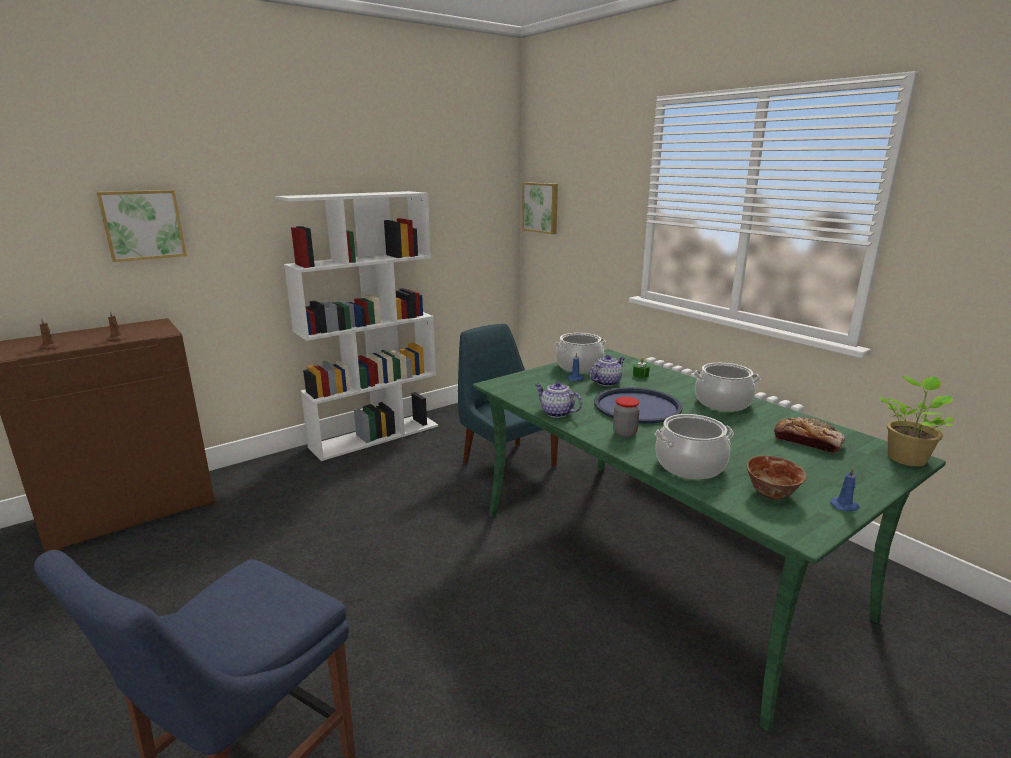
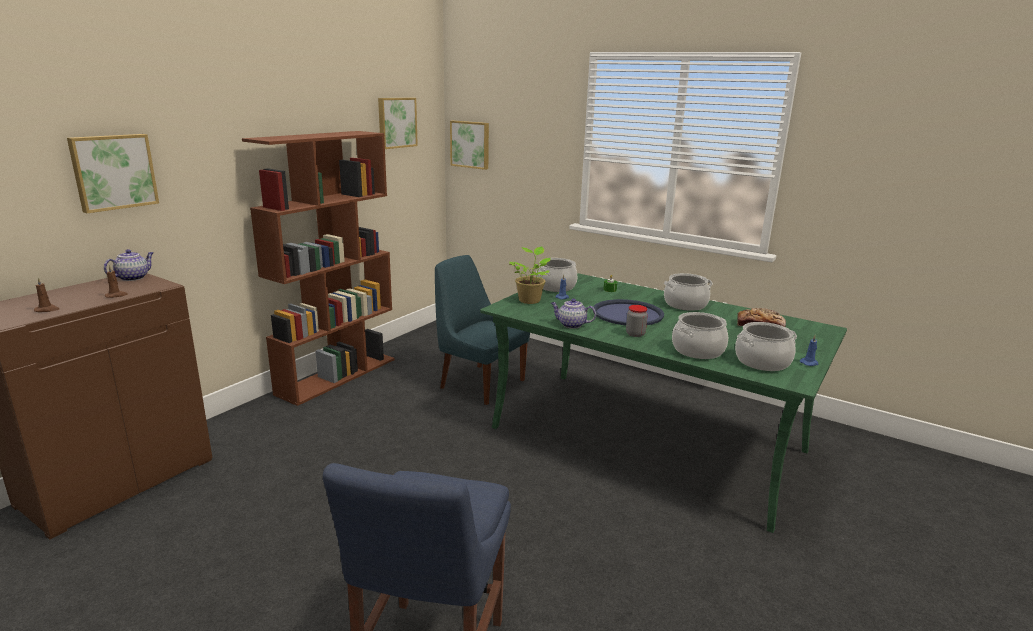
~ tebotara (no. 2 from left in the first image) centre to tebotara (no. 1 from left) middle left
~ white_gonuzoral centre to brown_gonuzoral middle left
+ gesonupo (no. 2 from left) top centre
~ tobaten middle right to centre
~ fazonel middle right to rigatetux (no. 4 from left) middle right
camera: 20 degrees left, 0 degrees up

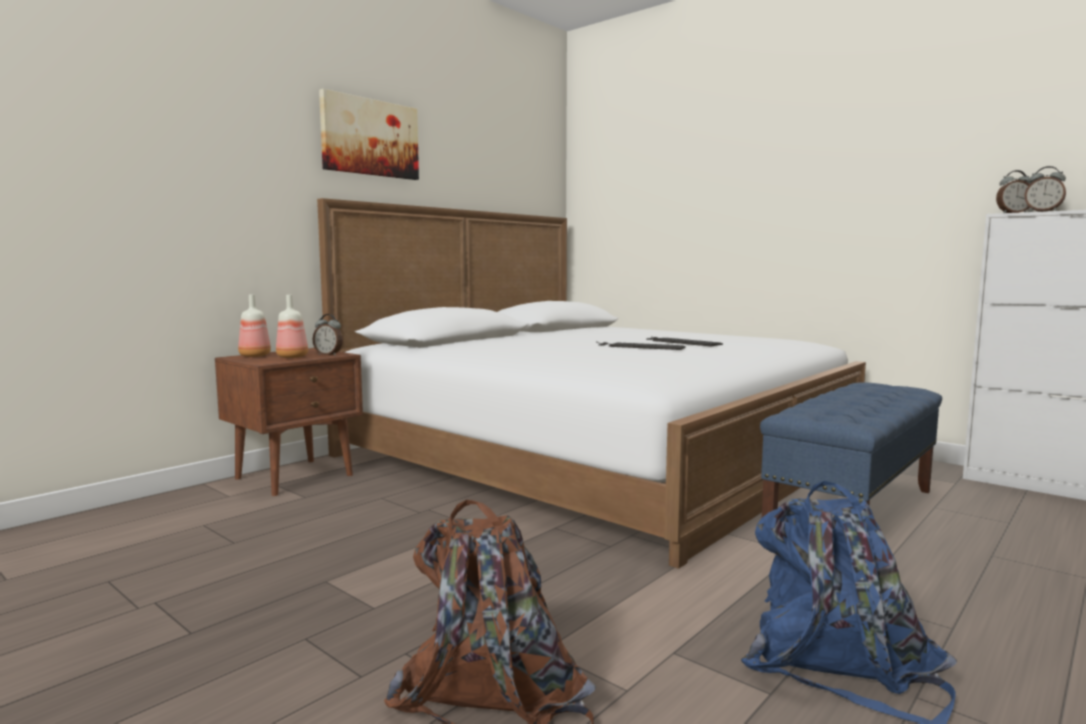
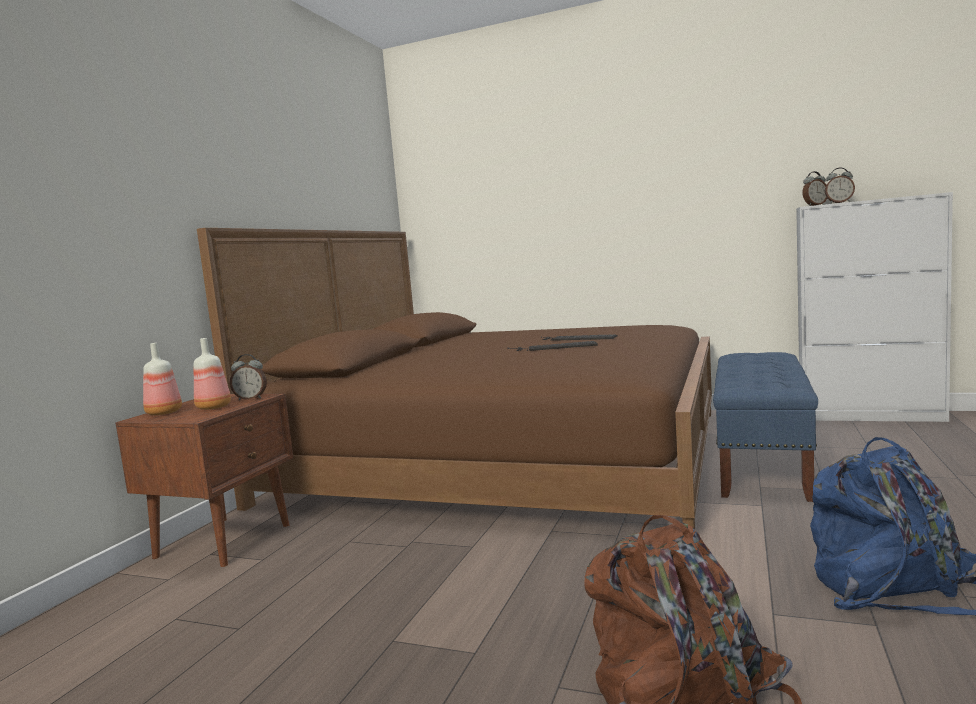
~ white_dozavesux centre to brown_dozavesux centre
- gesonupo top centre
camera: 20 degrees left, 0 degrees up

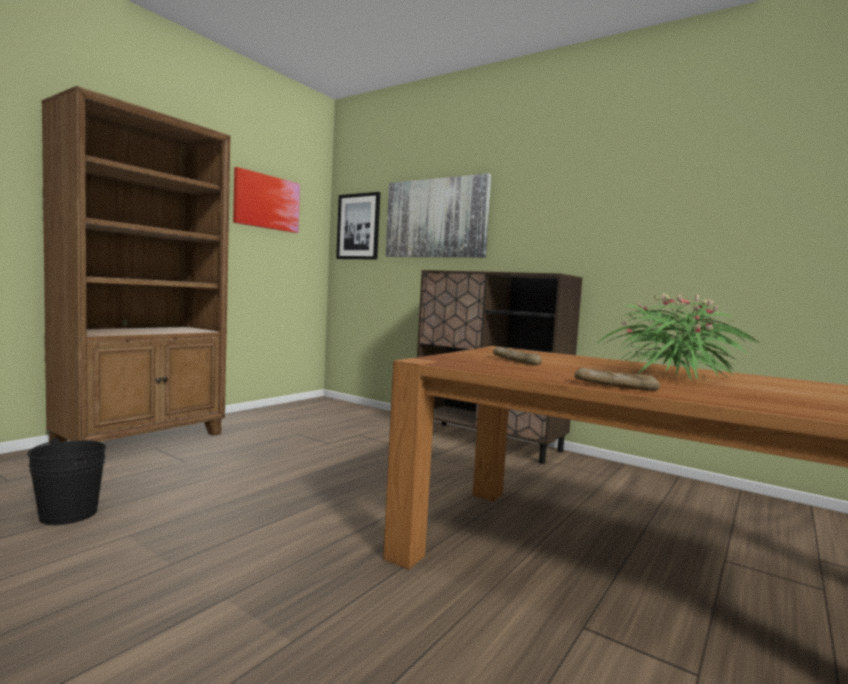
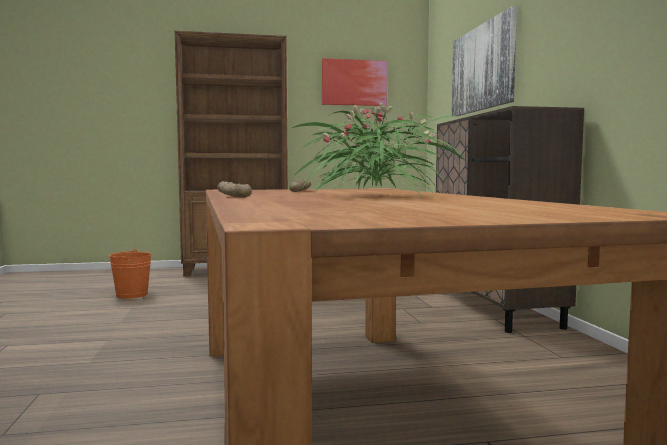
~ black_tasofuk bottom left to orange_tasofuk middle left
- gesonupo (no. 2 from left) top centre
camera: 45 degrees right, 0 degrees up

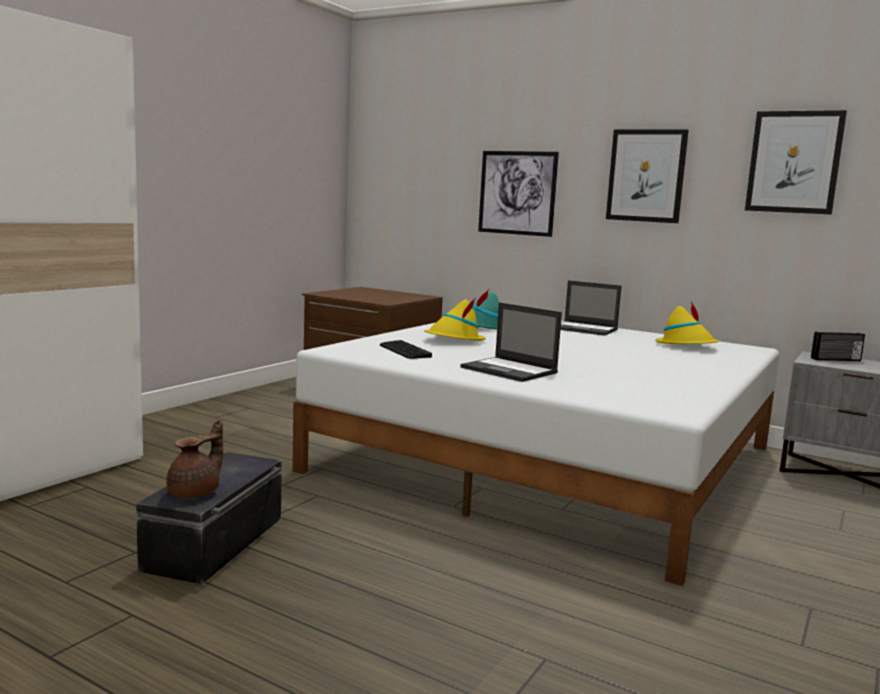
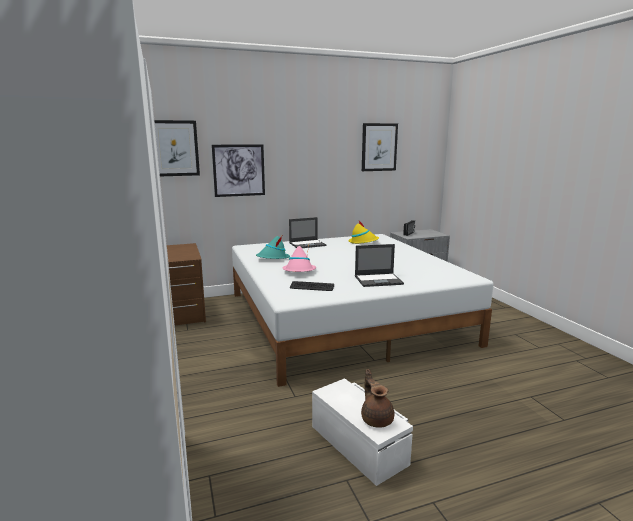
~ gesonupo (no. 2 from left in the first image) top right to gesonupo (no. 1 from left) top left
~ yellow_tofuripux (no. 1 from left) centre to pink_tofuripux centre
~ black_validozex bottom left to white_validozex bottom centre
camera: 50 degrees left, 5 degrees up

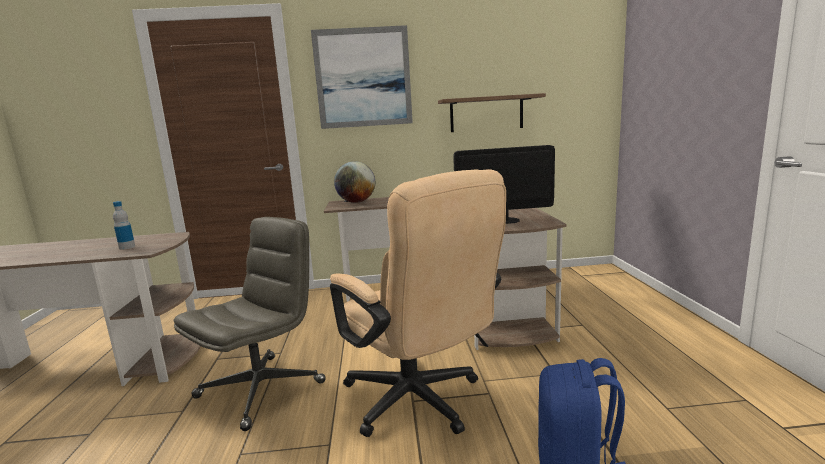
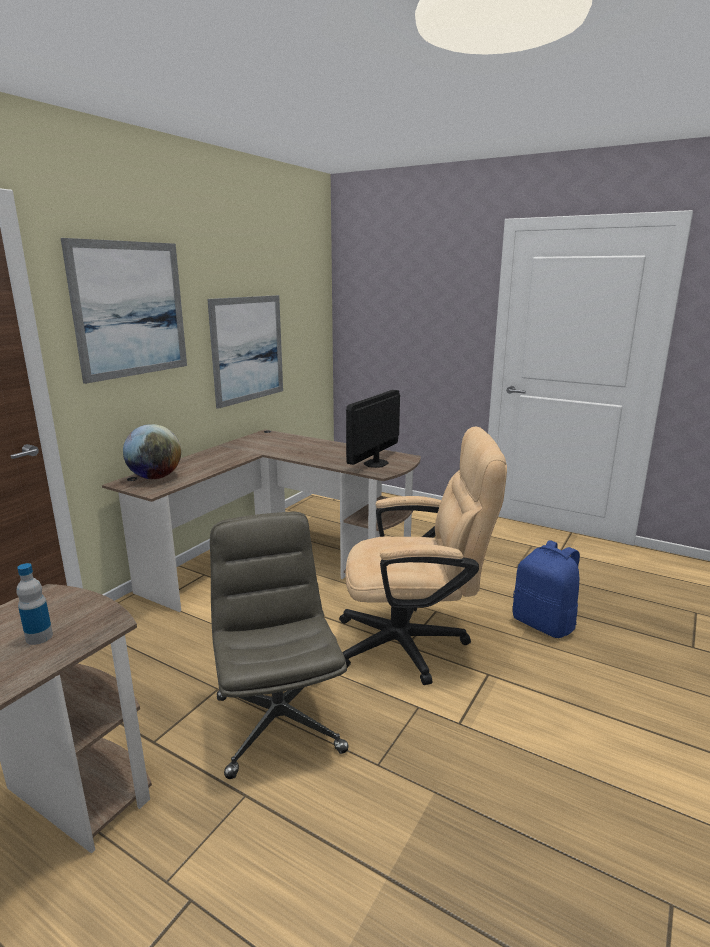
~ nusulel top centre to gesonupo (no. 2 from left) centre
camera: 55 degrees left, 5 degrees up

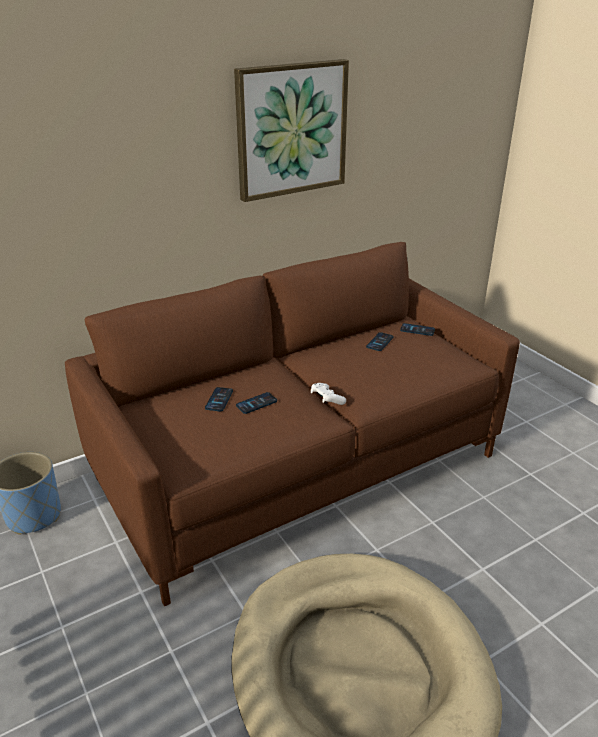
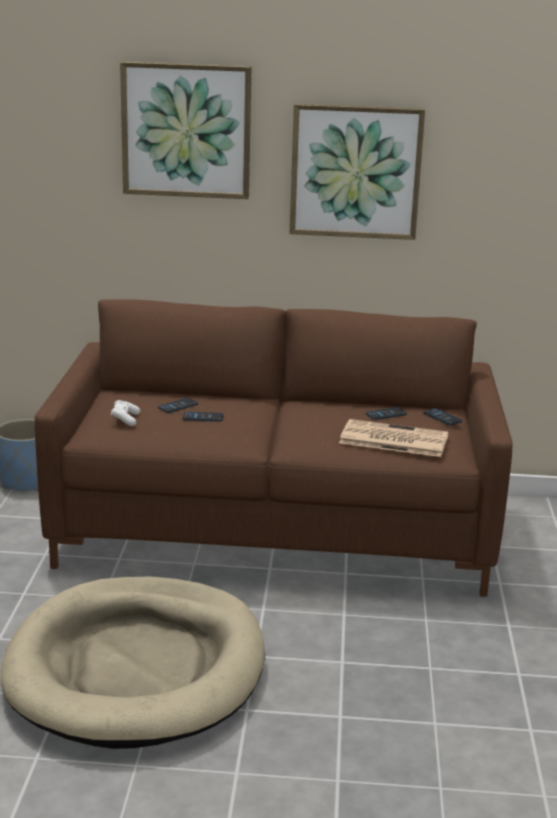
~ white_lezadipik centre to middle left
+ gesonupo (no. 1 from left) top left
+ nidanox middle right
camera: 35 degrees right, 10 degrees down

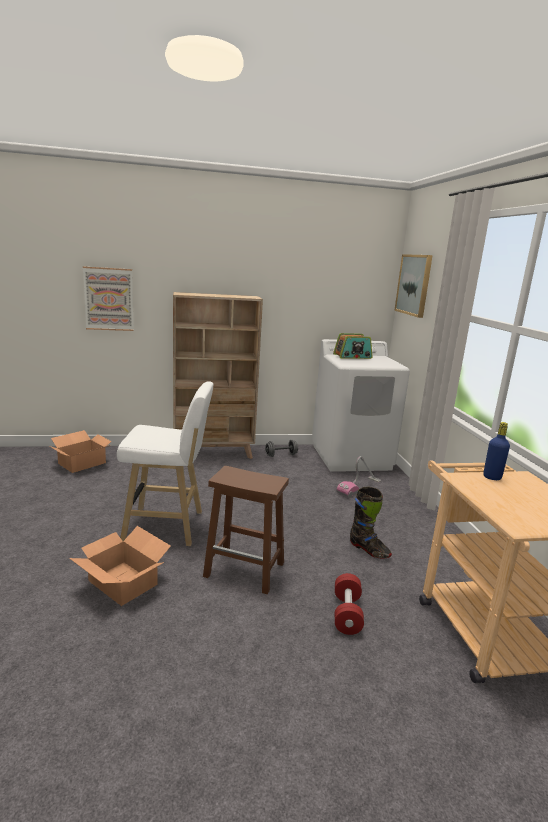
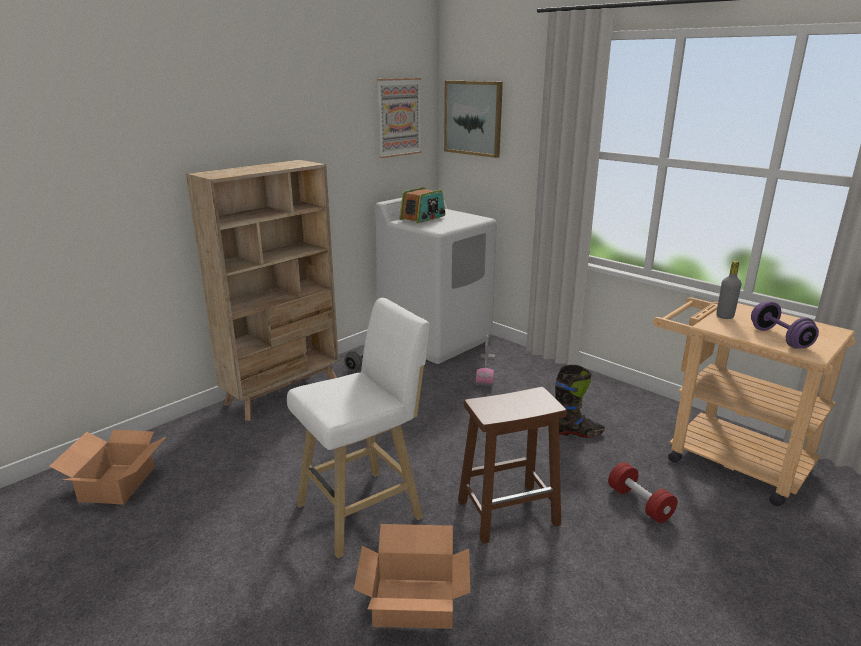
~ gesonupo (no. 1 from left) middle left to top centre
~ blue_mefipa middle right to grey_mefipa middle right
+ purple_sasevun middle right
camera: 35 degrees left, 5 degrees up

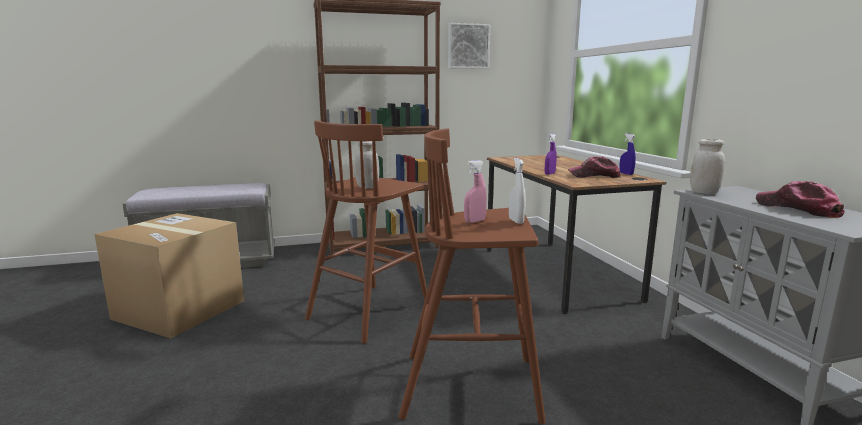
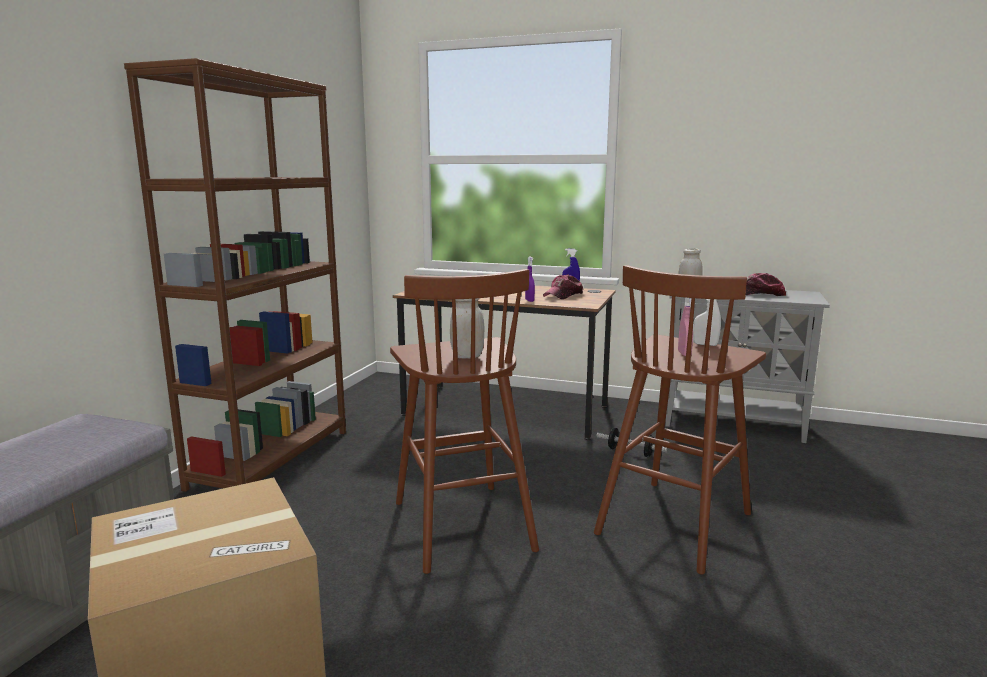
+ sasevun centre
- gesonupo top centre
camera: 55 degrees left, 0 degrees up

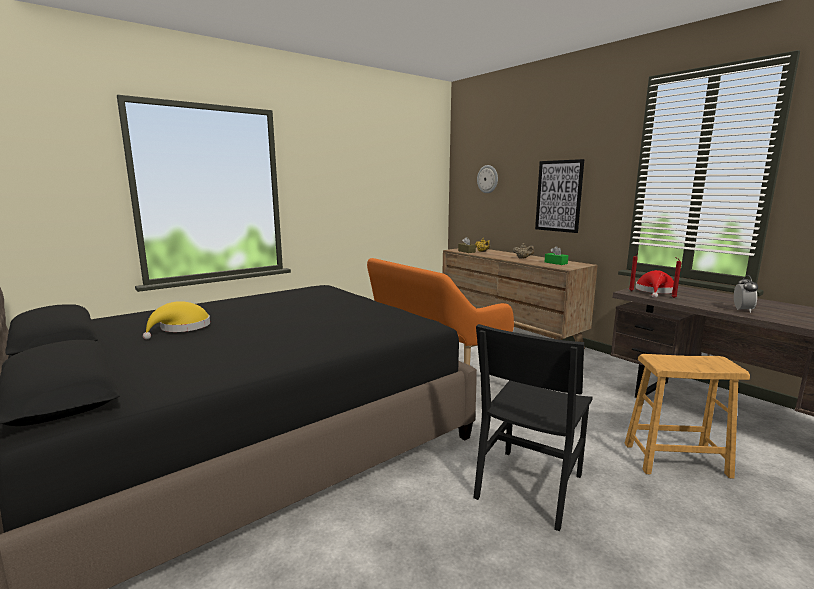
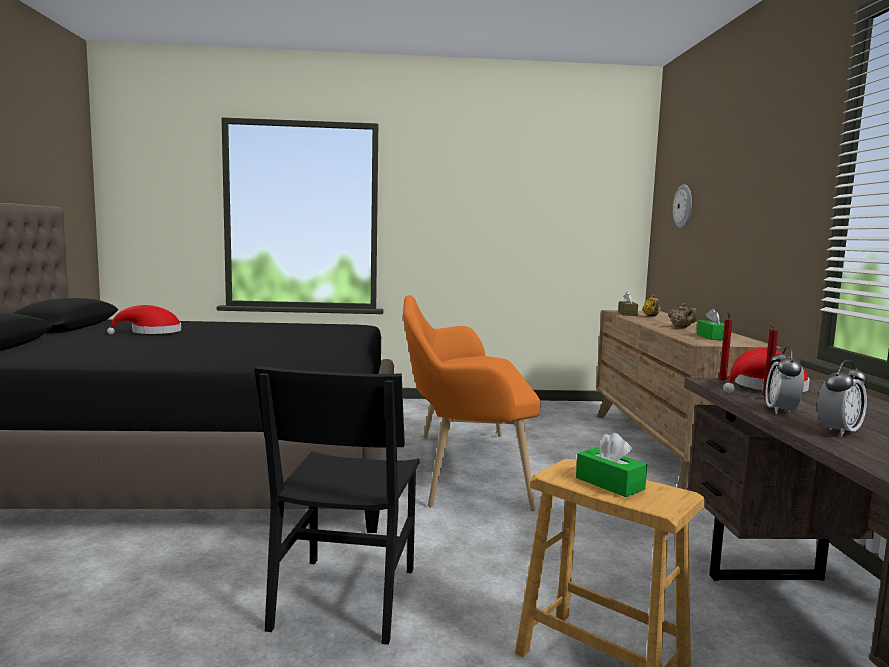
~ yellow_tofuripux middle left to red_tofuripux (no. 1 from left) middle left
~ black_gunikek bottom centre = bottom centre 60 degrees counterclockwise
+ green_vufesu (no. 1 from left) bottom right
+ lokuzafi (no. 1 from left) middle right
- gesonupo top right
camera: 35 degrees right, 5 degrees down

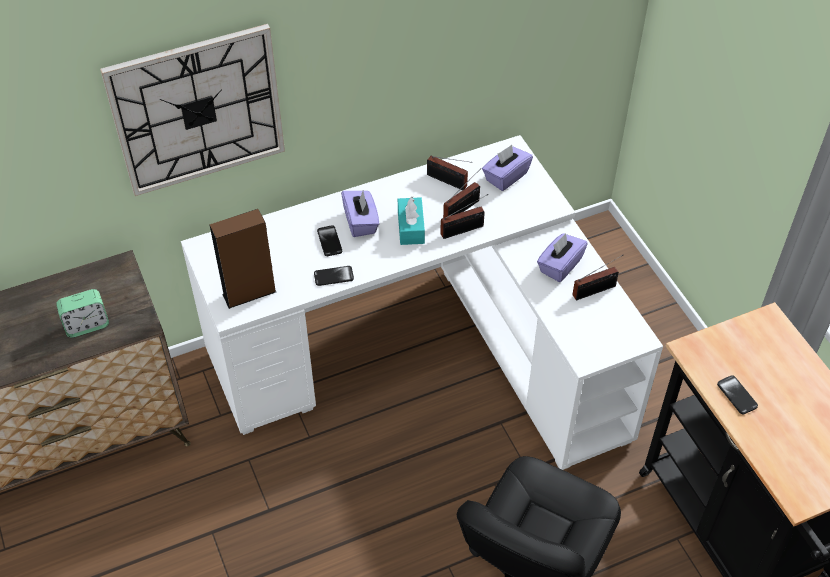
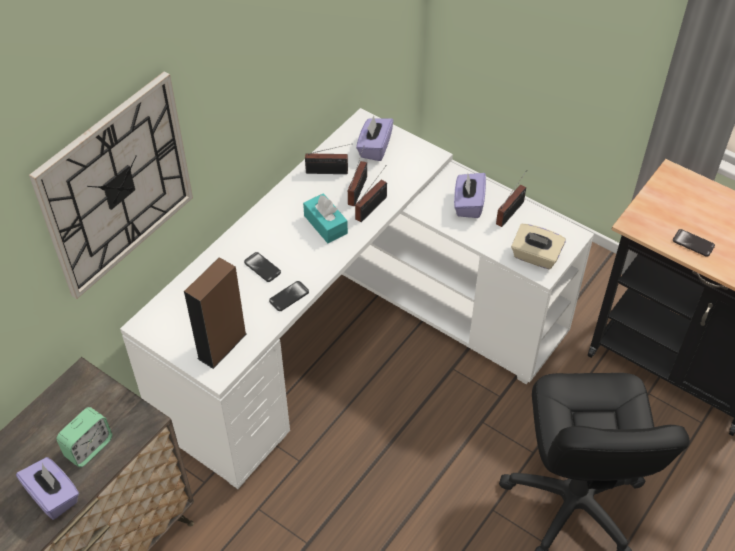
~ purple_vufesu (no. 1 from left) centre to bottom left
+ beige_vufesu middle right
camera: 30 degrees left, 0 degrees up

